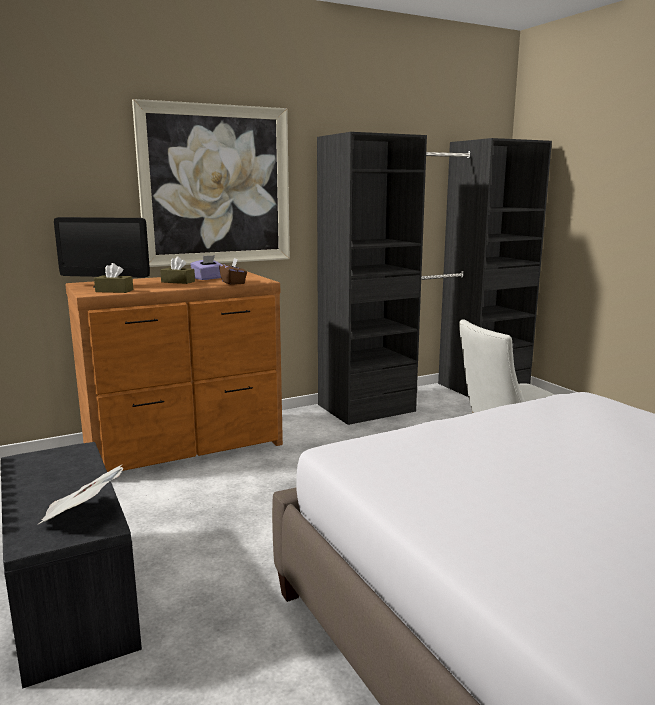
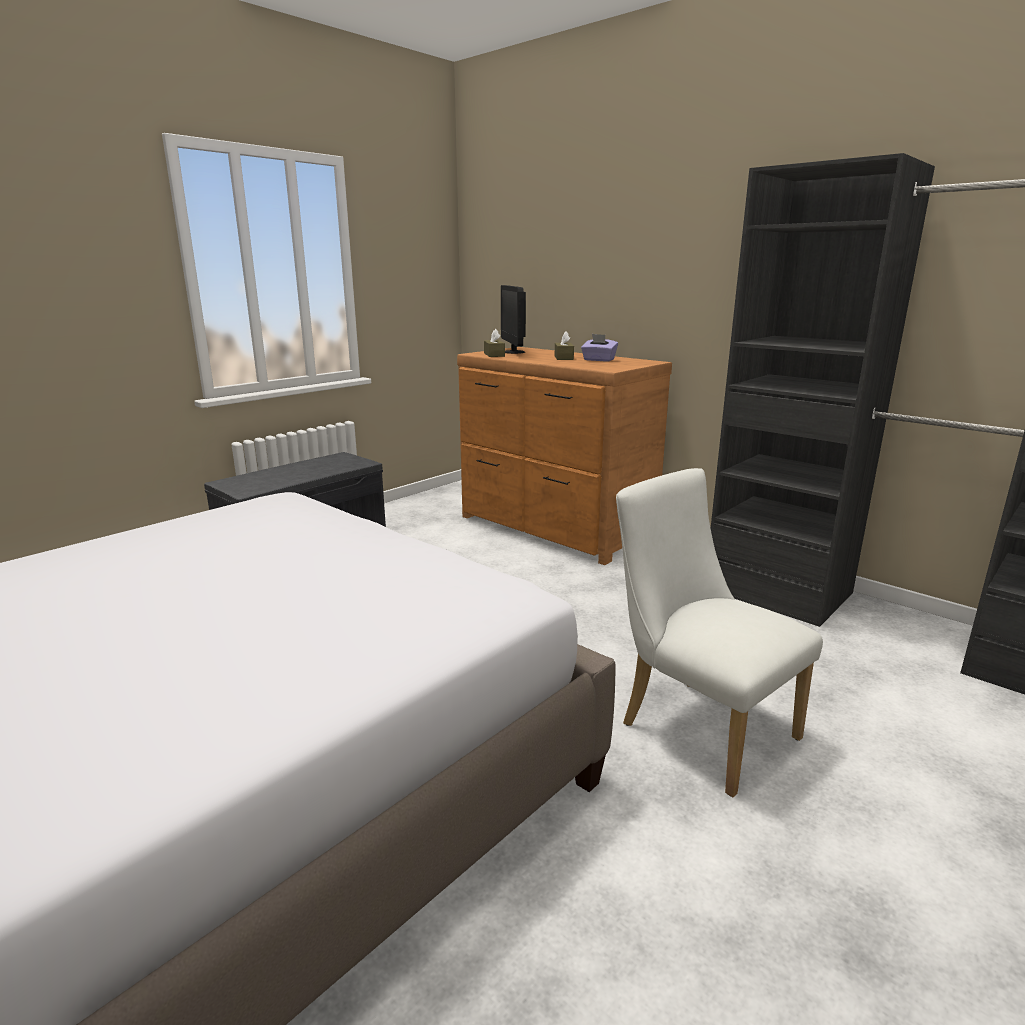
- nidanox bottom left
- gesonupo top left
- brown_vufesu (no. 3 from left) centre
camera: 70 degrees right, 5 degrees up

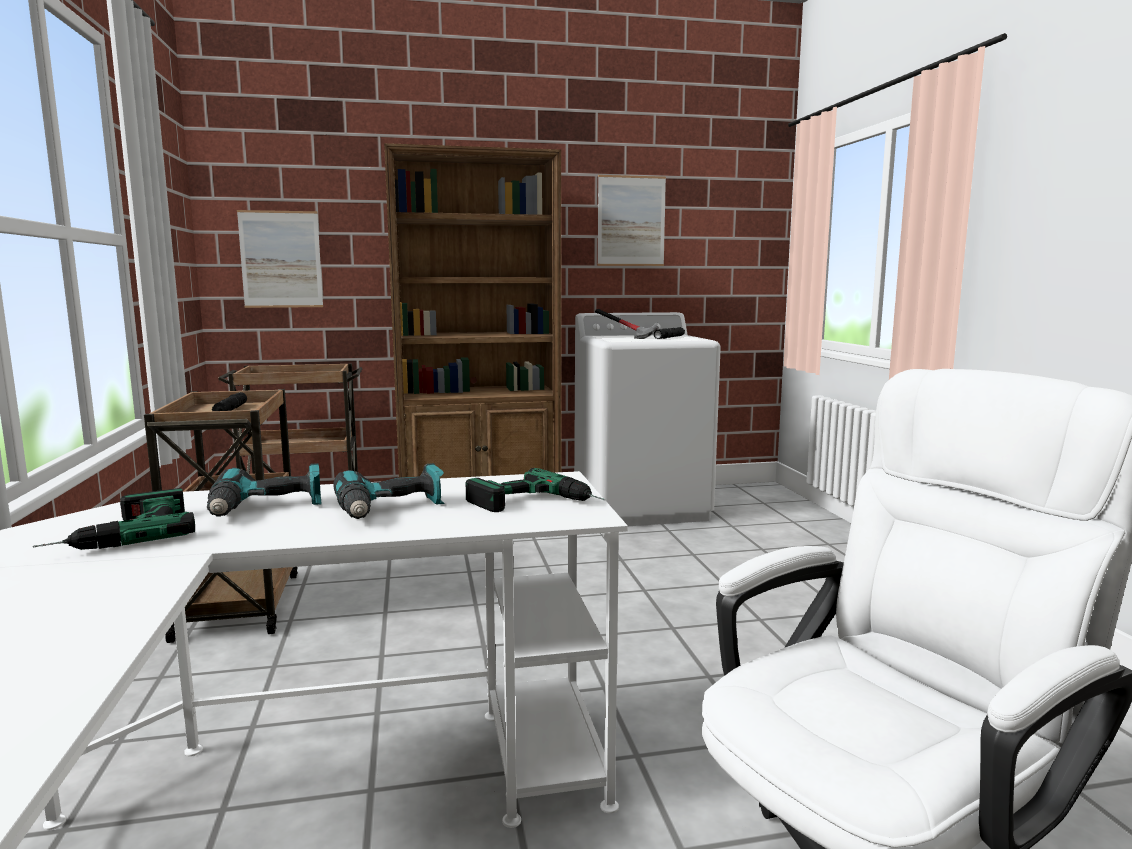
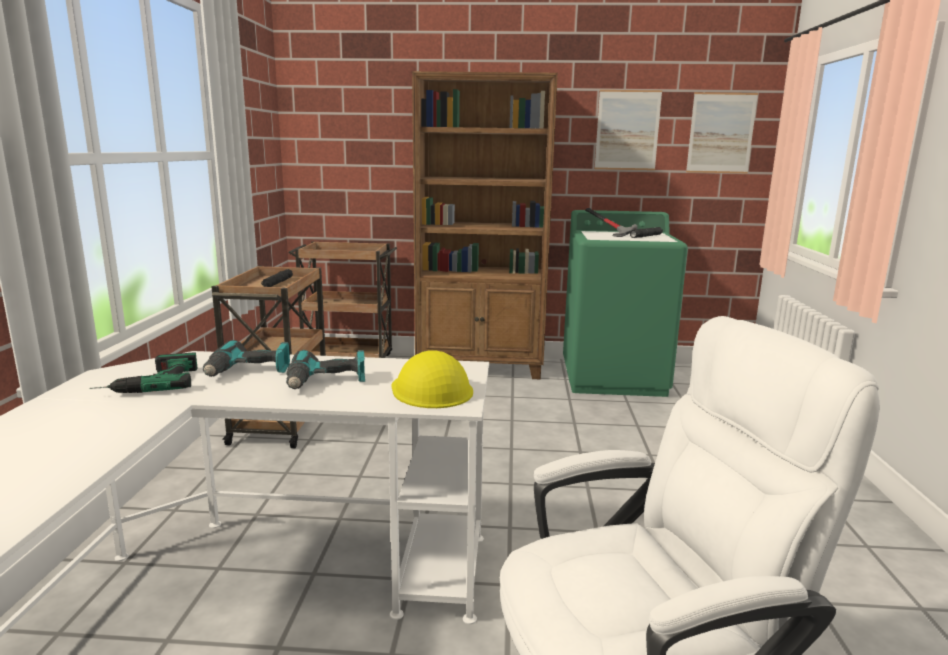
~ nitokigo (no. 4 from left) centre to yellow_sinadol centre
~ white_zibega centre to green_zibega centre
~ gesonupo (no. 1 from left in the first image) top left to gesonupo (no. 2 from left) top right
camera: 15 degrees right, 5 degrees up

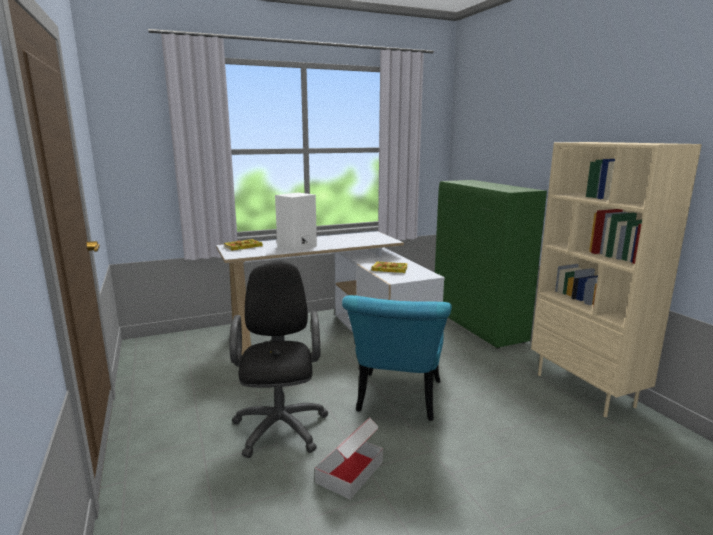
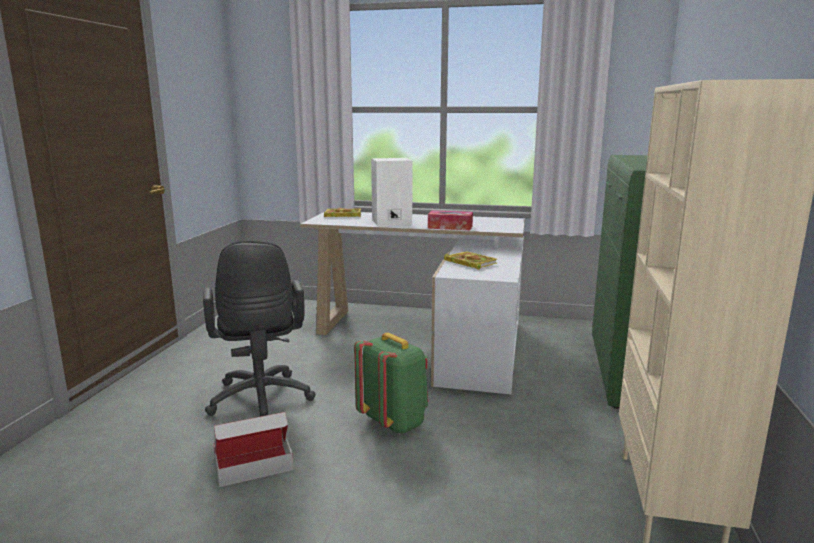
~ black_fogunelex bottom centre = middle left 135 degrees clockwise
~ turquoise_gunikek bottom centre to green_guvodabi bottom centre
+ vufesu centre
camera: 35 degrees right, 0 degrees up

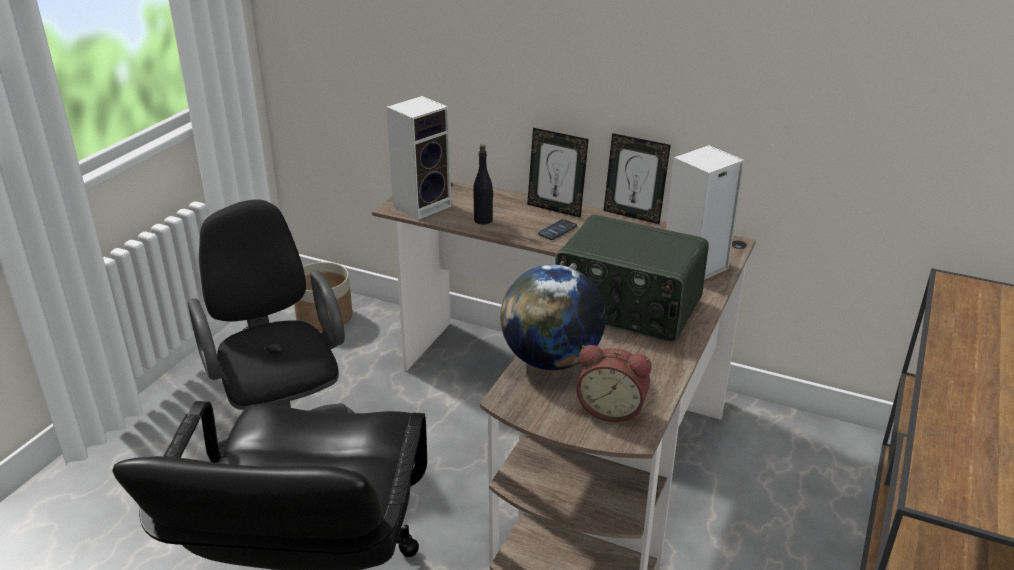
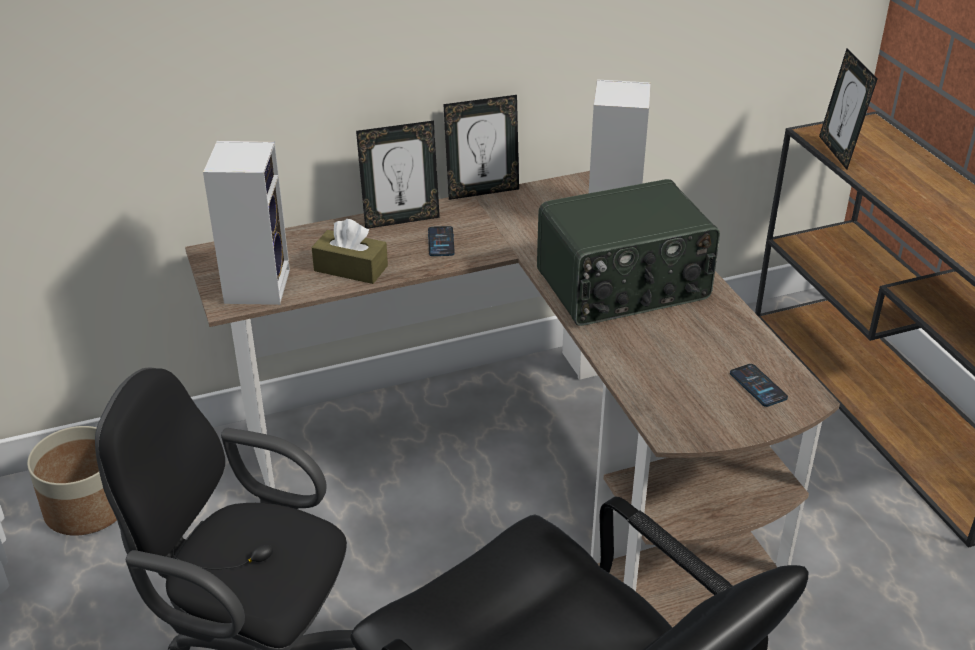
~ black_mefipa top centre to brown_vufesu centre
~ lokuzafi bottom centre to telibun (no. 2 from left) middle right
+ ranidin (no. 3 from left) top right
- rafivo centre
camera: 45 degrees left, 5 degrees up

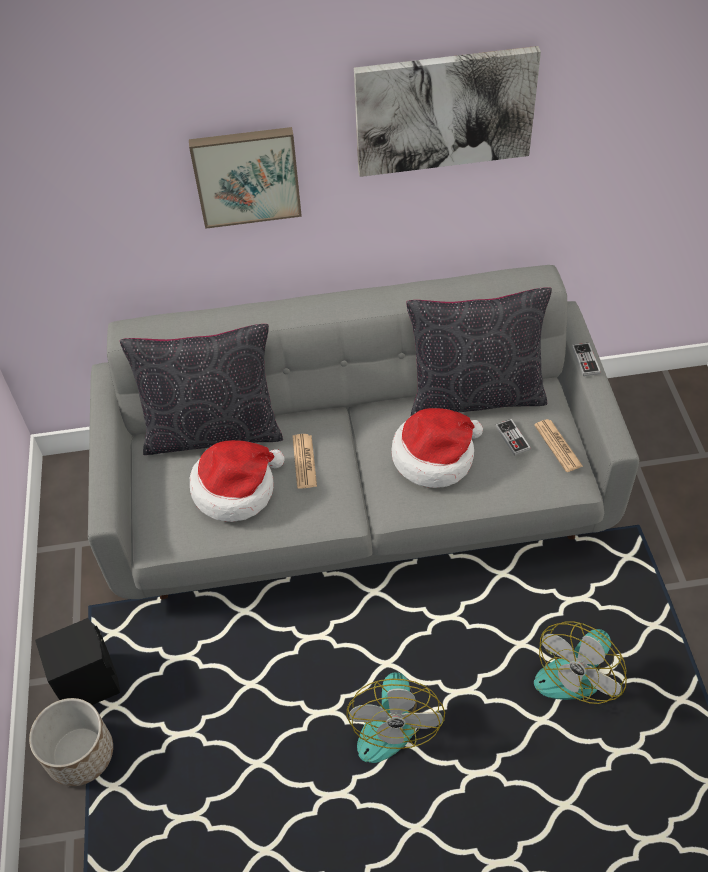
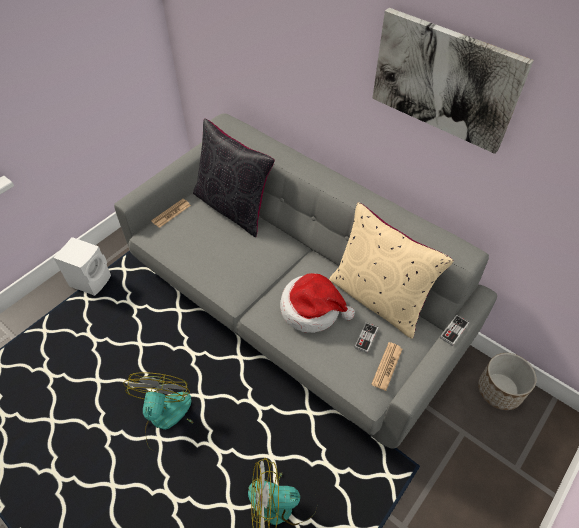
~ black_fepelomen bottom left to white_fepelomen middle left
~ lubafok (no. 1 from left) bottom centre = bottom left 135 degrees clockwise
~ nidanox (no. 1 from left) centre to middle left
~ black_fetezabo (no. 2 from left) middle right to beige_fetezabo middle right
~ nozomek bottom left to bottom right
- gesonupo (no. 1 from left) top centre
- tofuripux (no. 1 from left) centre
camera: 45 degrees right, 0 degrees up

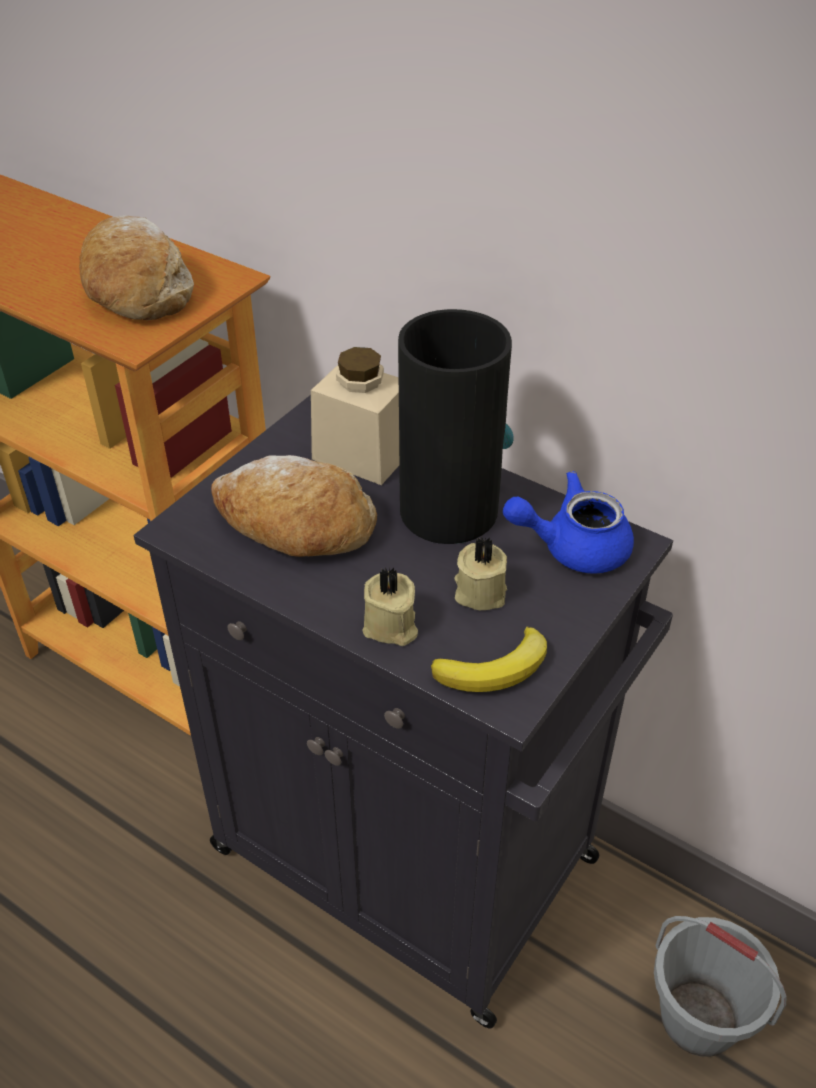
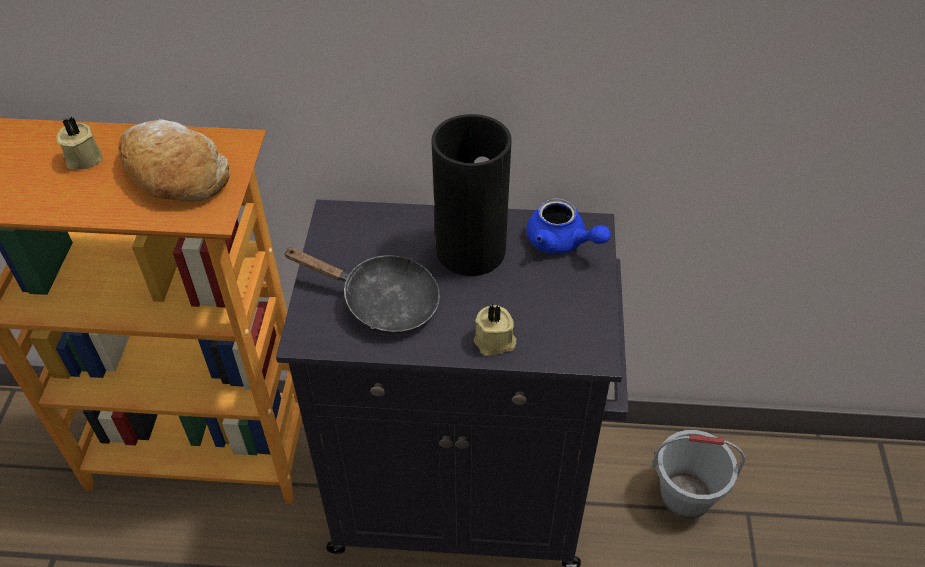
~ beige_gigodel (no. 2 from left in the first image) centre to beige_gigodel (no. 1 from left) top left
~ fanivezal (no. 2 from left) centre to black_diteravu centre
~ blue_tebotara middle right = centre 105 degrees counterclockwise
- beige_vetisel centre
- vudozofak centre
camera: 30 degrees left, 5 degrees up

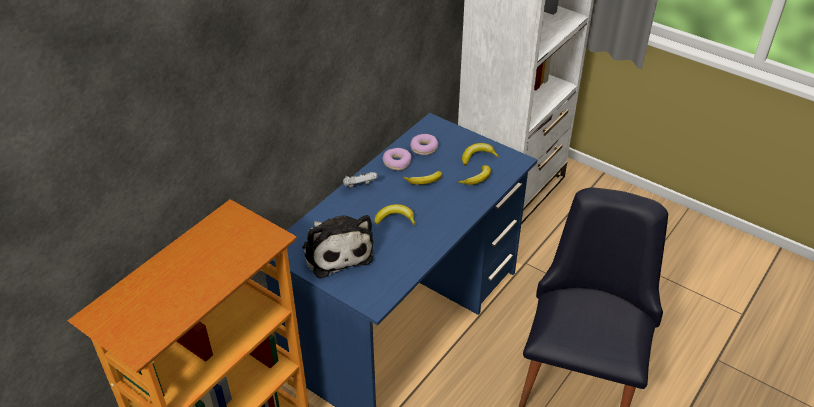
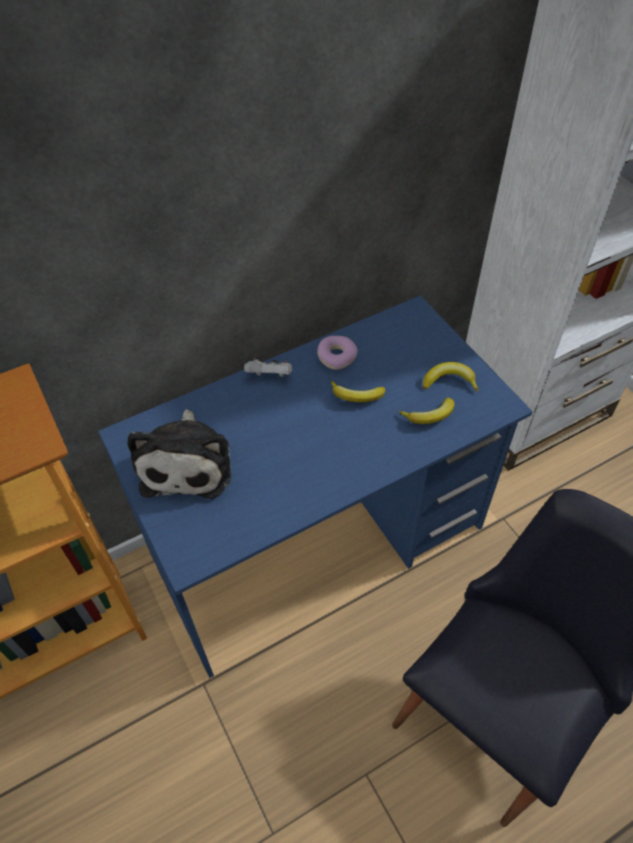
- vudozofak (no. 1 from left) centre
- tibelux (no. 2 from left) centre
camera: 25 degrees right, 10 degrees up

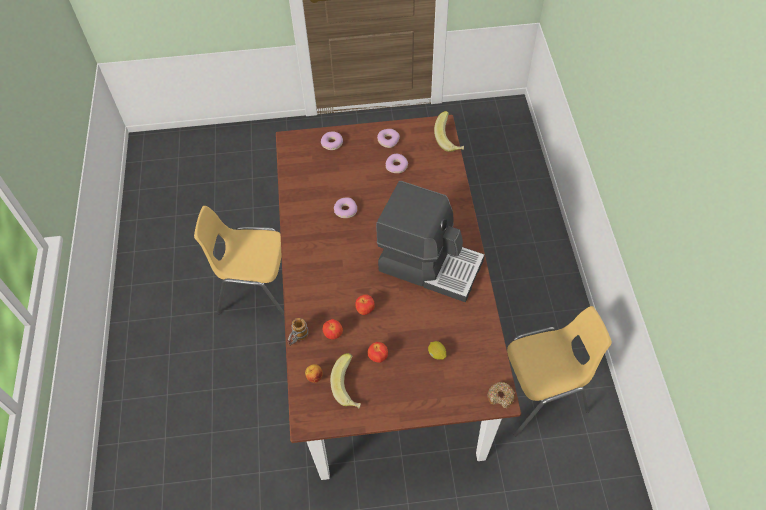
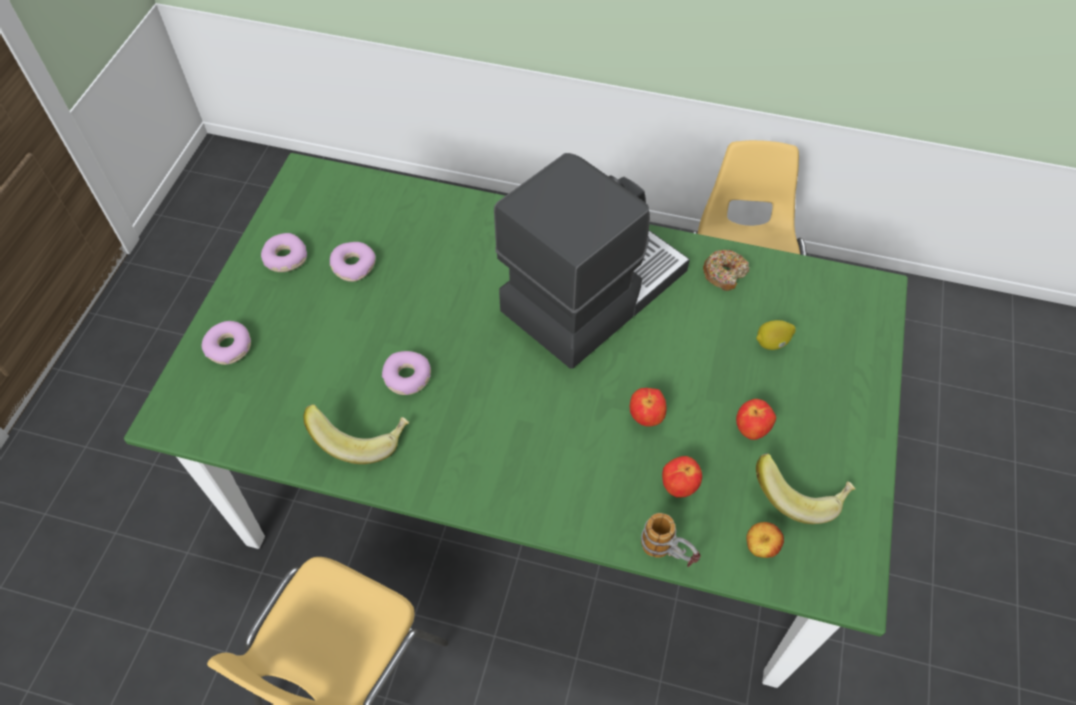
~ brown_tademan centre to green_tademan centre
~ vudozofak (no. 2 from left in the first image) top centre to vudozofak (no. 1 from left) middle left
~ tibelux (no. 5 from left) bottom centre to middle right
camera: 70 degrees left, 0 degrees up

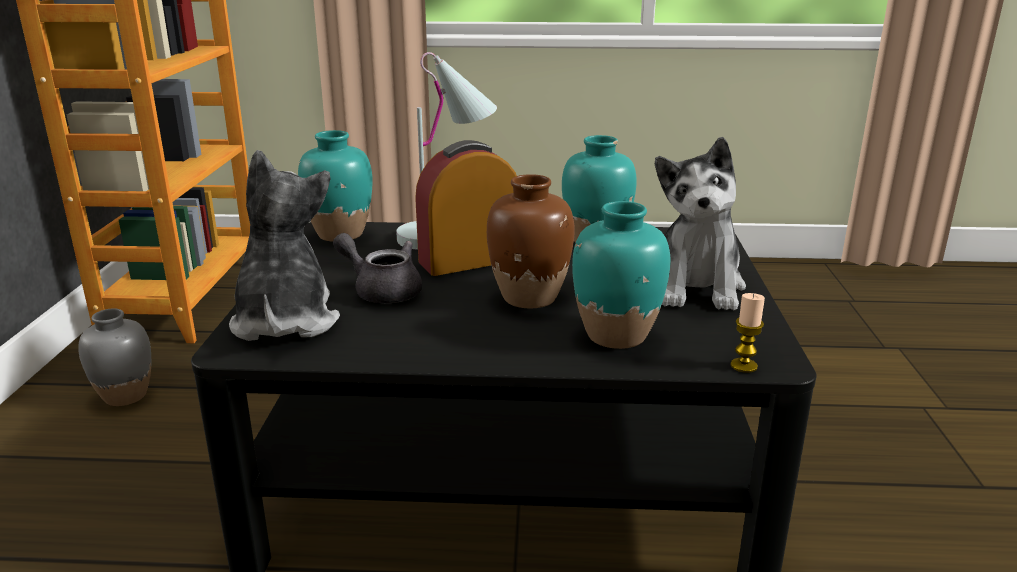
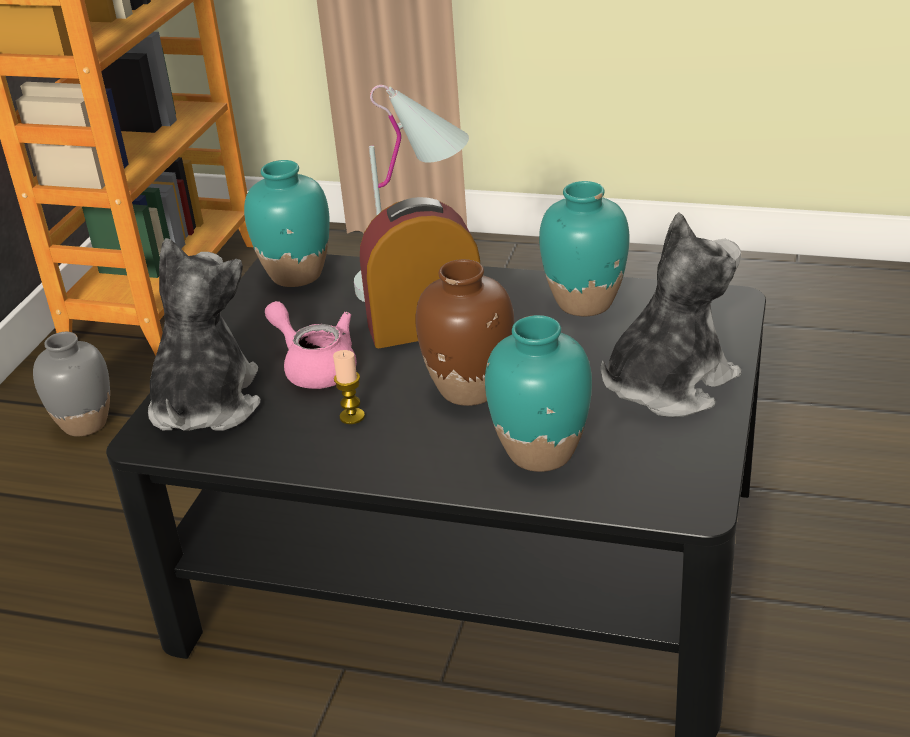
~ grey_tebotara centre to pink_tebotara centre
~ gigodel middle right to centre
~ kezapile (no. 2 from left) middle right = middle right 150 degrees counterclockwise
camera: 15 degrees right, 10 degrees up

